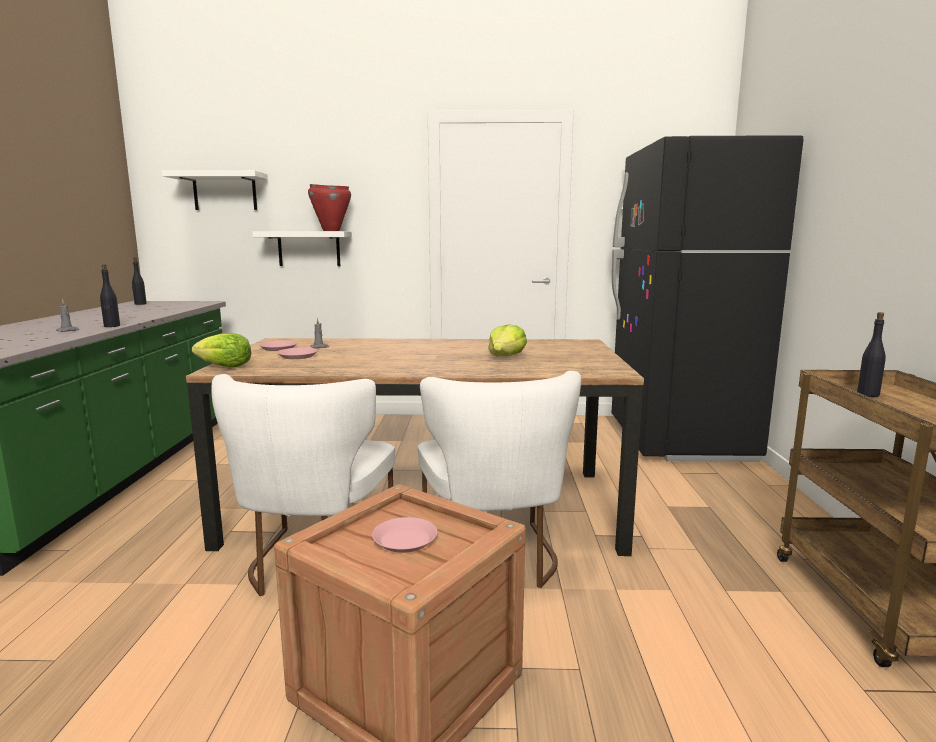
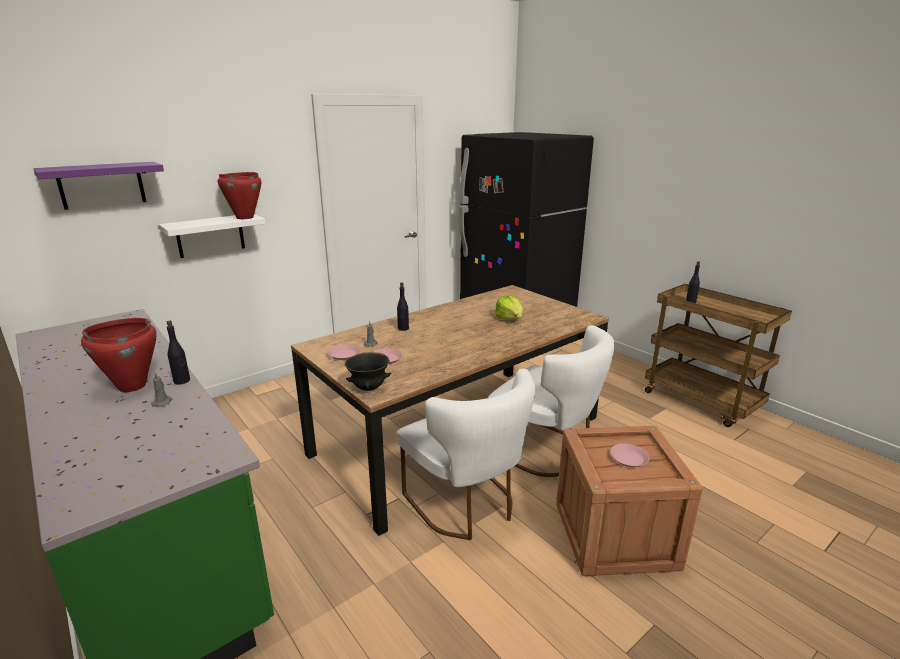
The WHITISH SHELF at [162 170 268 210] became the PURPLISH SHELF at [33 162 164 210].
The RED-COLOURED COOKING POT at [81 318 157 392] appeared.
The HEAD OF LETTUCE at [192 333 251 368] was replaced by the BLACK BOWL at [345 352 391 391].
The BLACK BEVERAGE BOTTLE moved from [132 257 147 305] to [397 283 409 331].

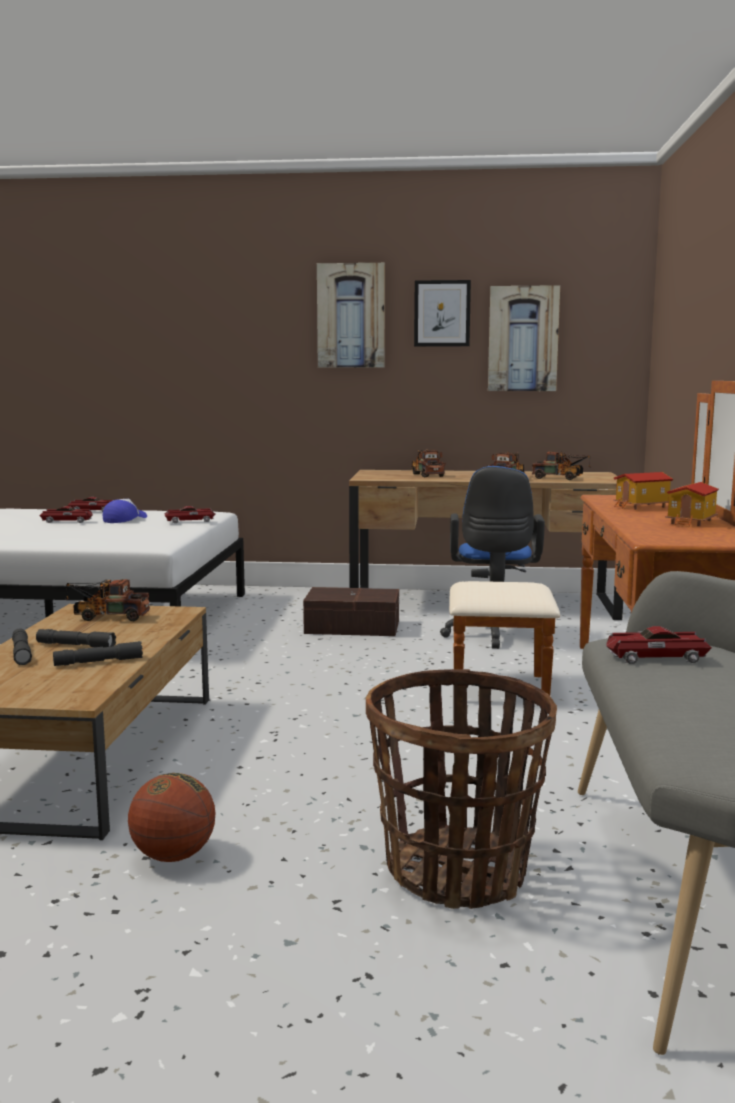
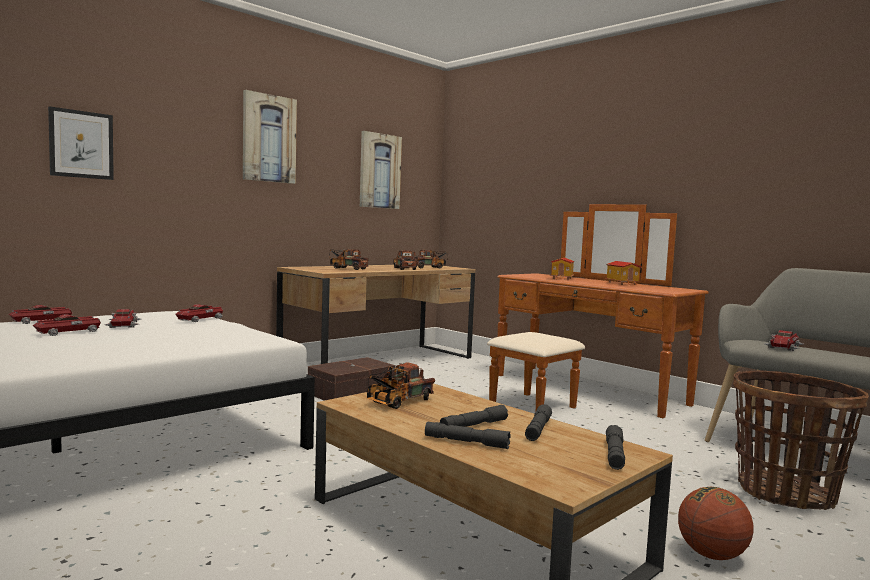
The WALL PICTURE moved from [414 280 471 347] to [48 106 114 180].
The CAP at [103 499 147 523] was replaced by the MINIATURE CAR at [105 309 141 328].
The GREY FLASHLIGHT at [606 425 625 470] appeared.
The BLUE-COLOURED COMPUTER CHAIR at [440 466 545 649] disappeared.

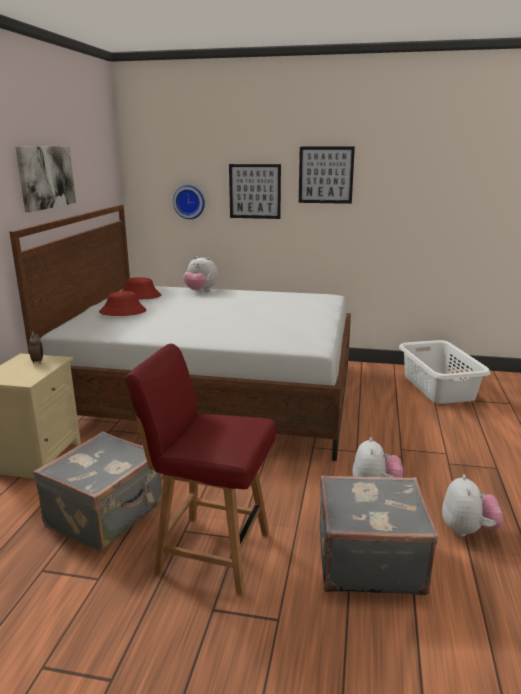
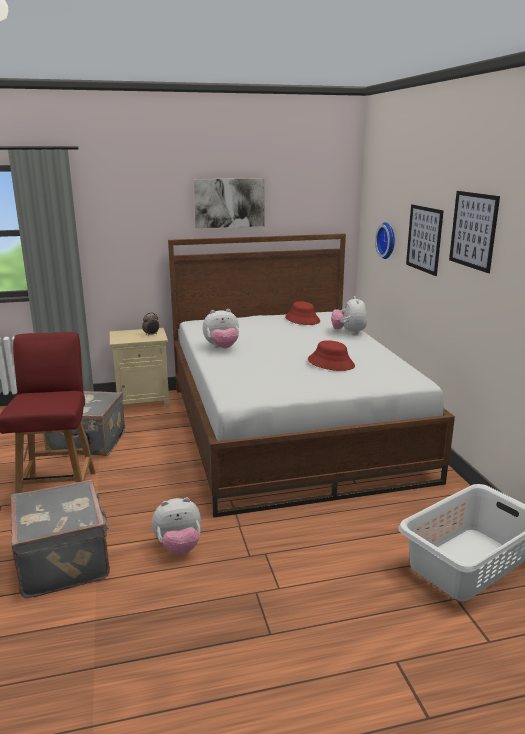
The PLUSH TOY moved from [442 474 503 537] to [203 309 239 348].
The RED-COLOURED CLOTHING HAT moved from [99 291 146 316] to [308 340 355 371].

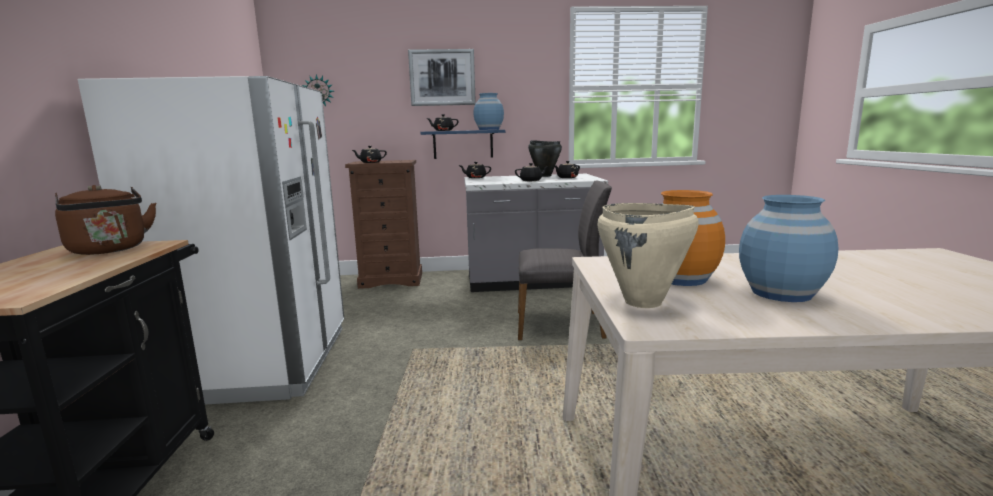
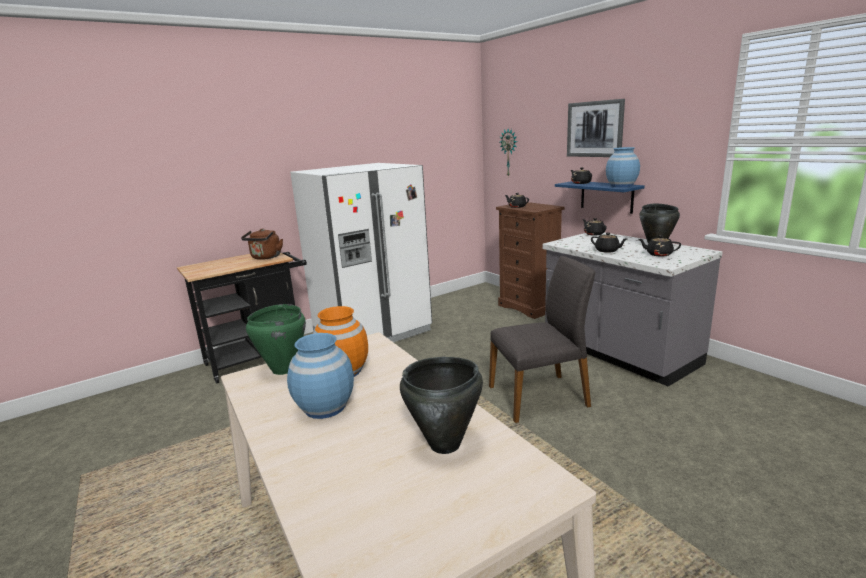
The SAND-COLOURED COOKING POT at [597 203 699 308] became the GREEN COOKING POT at [246 304 306 375].
The BLACK COOKING POT at [400 357 483 454] appeared.
The GREY PLAIN CHAIR at [518 181 612 340] turned 75 degrees counterclockwise.

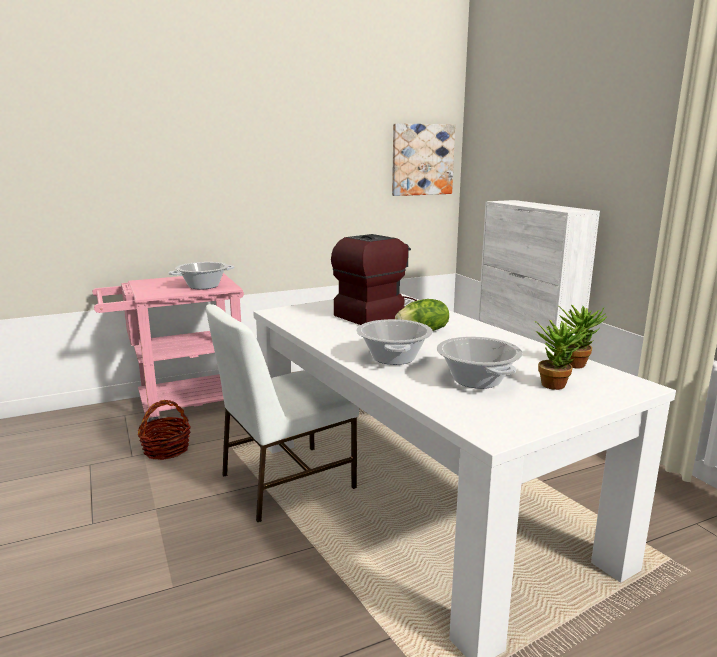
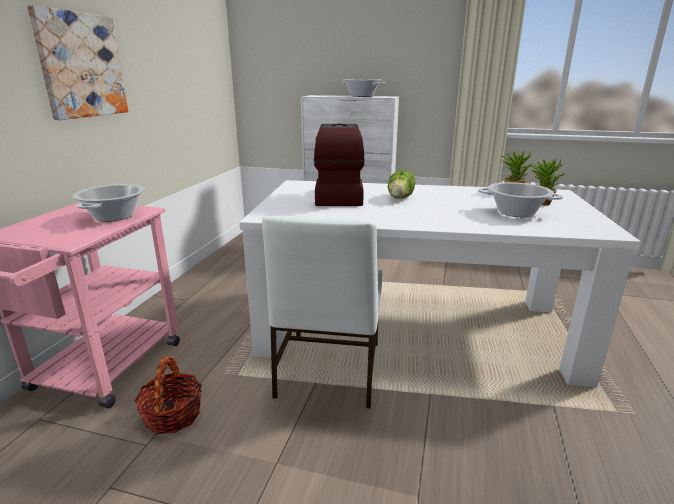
The WALL PICTURE moved from [392 123 455 196] to [27 5 128 120].
The COOKING POT moved from [356 319 433 365] to [341 79 385 97].

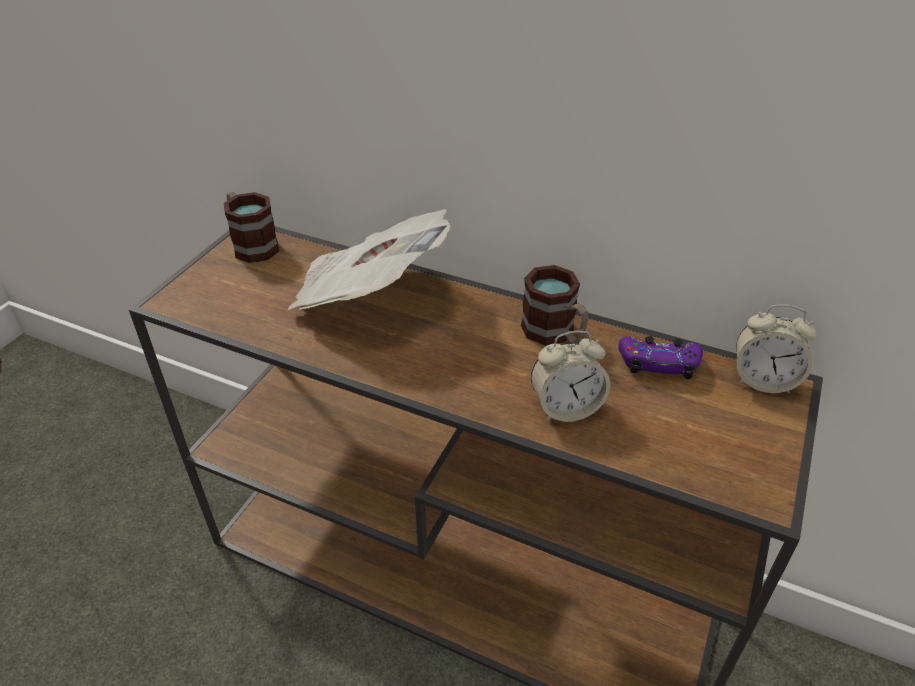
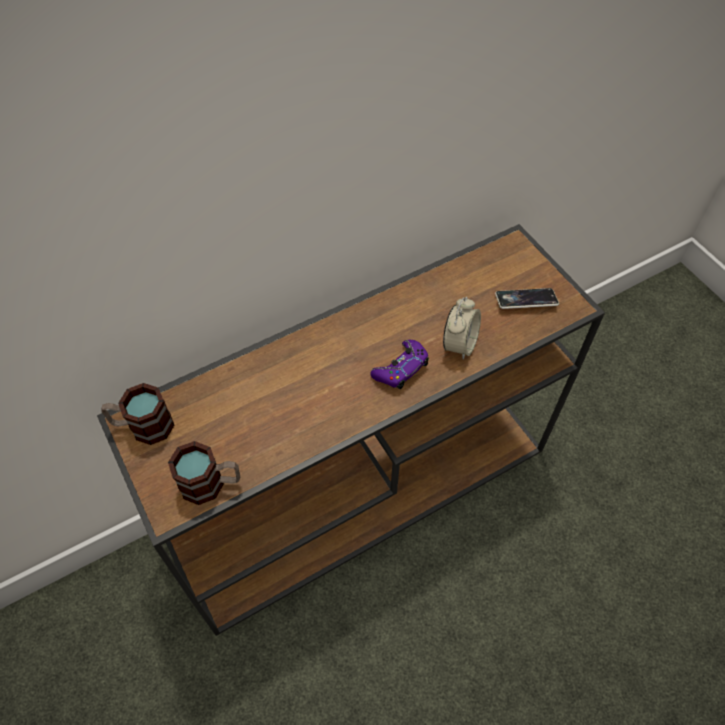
The COFFEE MUG moved from [521 265 589 345] to [168 441 240 505].
The PURPLISH JOYPAD moved from [618 336 703 379] to [370 340 429 389].
The PHONE at [495 288 559 309] appeared.
The DAILY PAPER at [287 209 450 310] disappeared.
The BEDSIDE CLOCK at [736 304 817 394] disappeared.

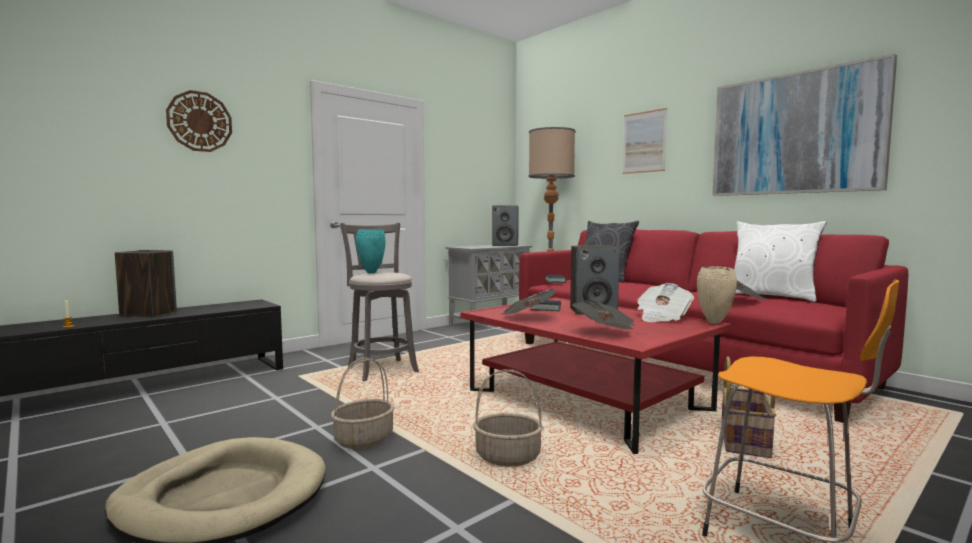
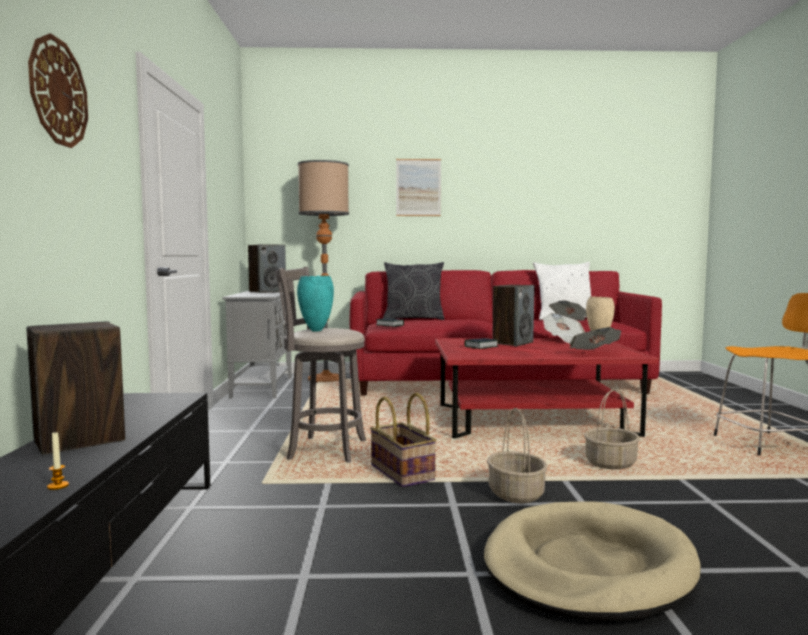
The STORAGE BASKET moved from [722 356 776 458] to [370 392 436 487].
The DAILY PAPER at [502 289 557 315] disappeared.
The WALL PICTURE at [712 53 897 196] disappeared.

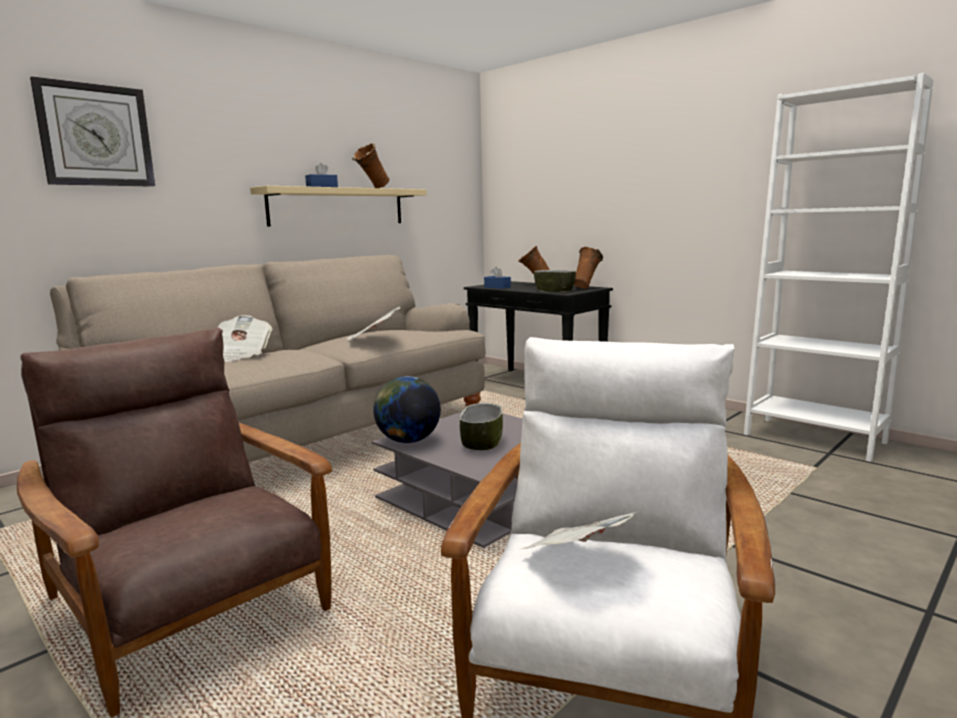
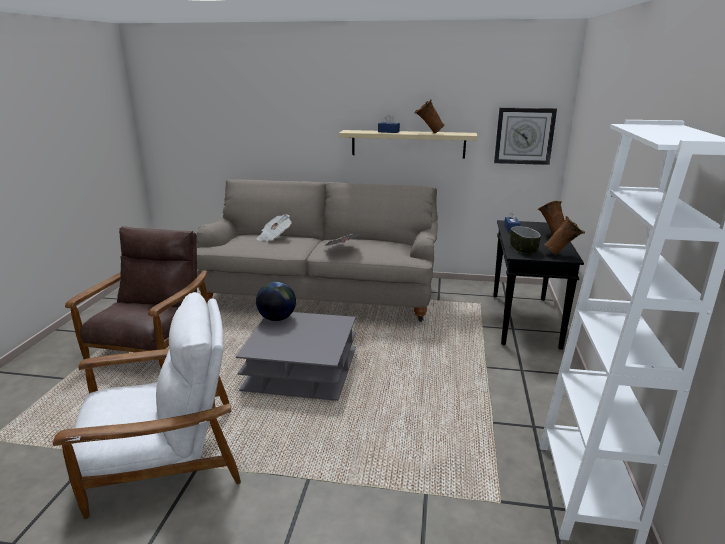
The CLOCK ON THE WALL moved from [30 76 155 187] to [494 108 557 165].
The BOWL at [460 403 503 450] disappeared.
The DAILY PAPER at [522 511 639 549] disappeared.

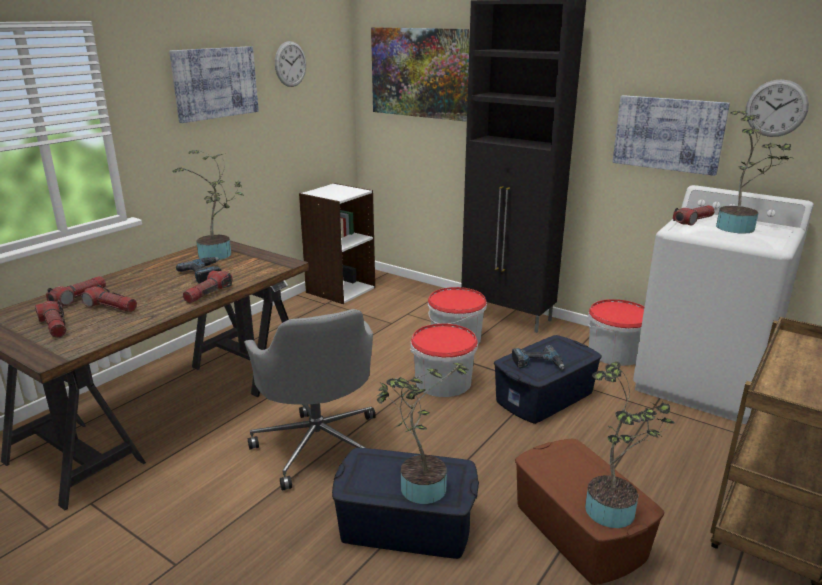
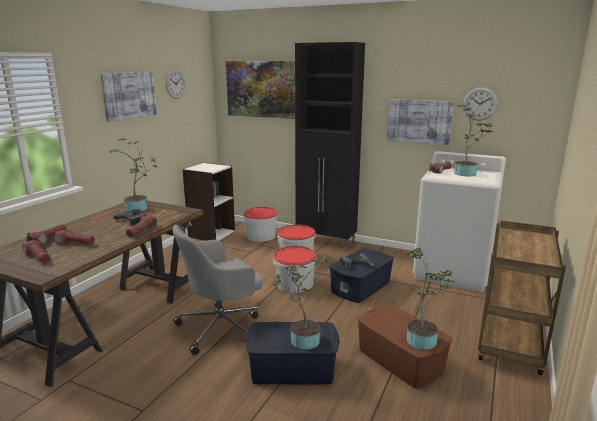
The GREY COMPUTER CHAIR at [244 309 376 491] turned 90 degrees clockwise.
The WATER BUCKET moved from [588 299 644 366] to [243 207 277 242].

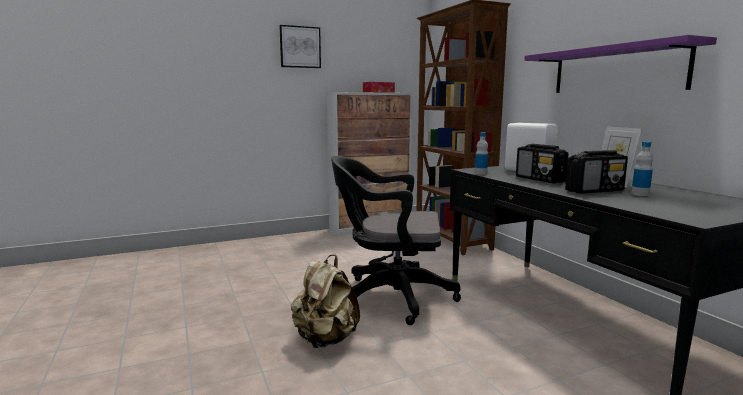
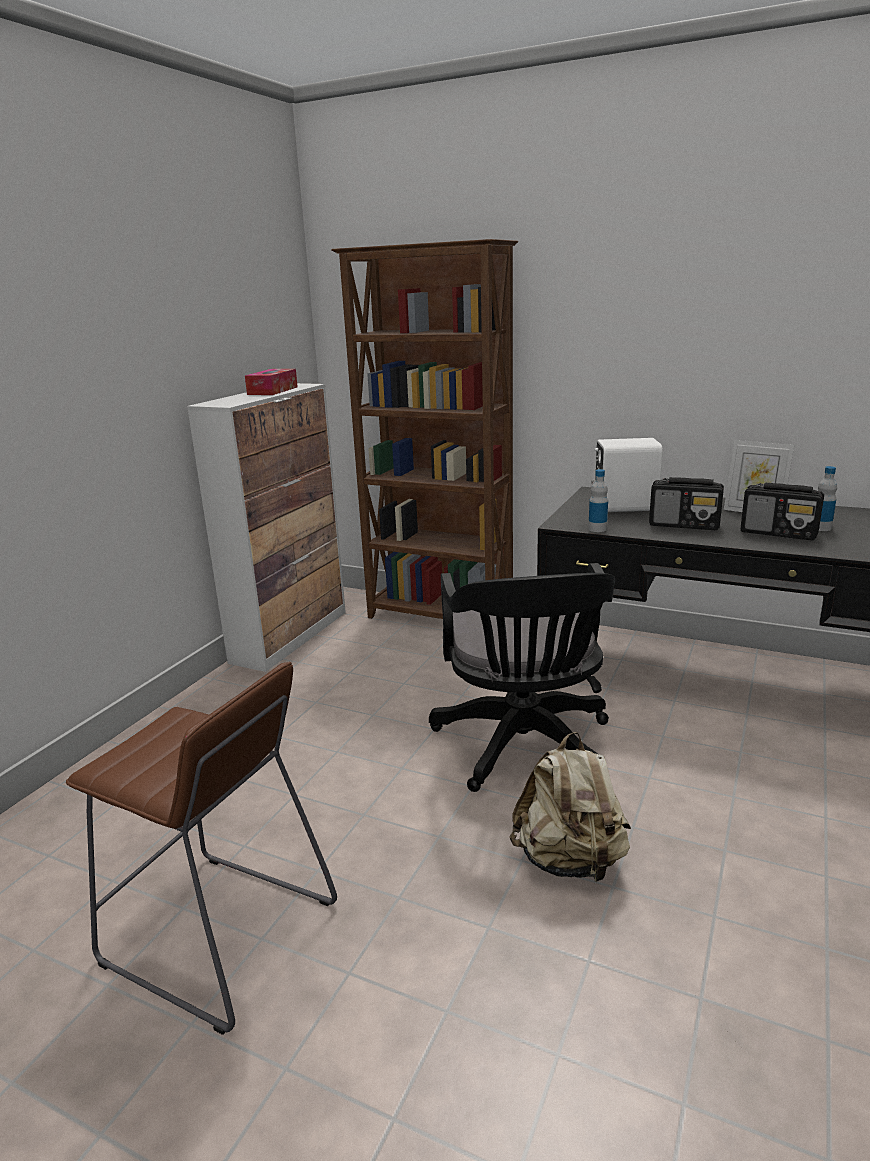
The BROWN-COLOURED STOOL at [66 662 337 1035] appeared.
The BLACK COMPUTER CHAIR at [331 156 461 325] turned 60 degrees counterclockwise.
The RADIO RECEIVER at [565 150 628 194] turned 90 degrees clockwise.
The WALL PICTURE at [279 25 321 68] disappeared.
The PURPLISH SHELF at [524 35 717 93] disappeared.

